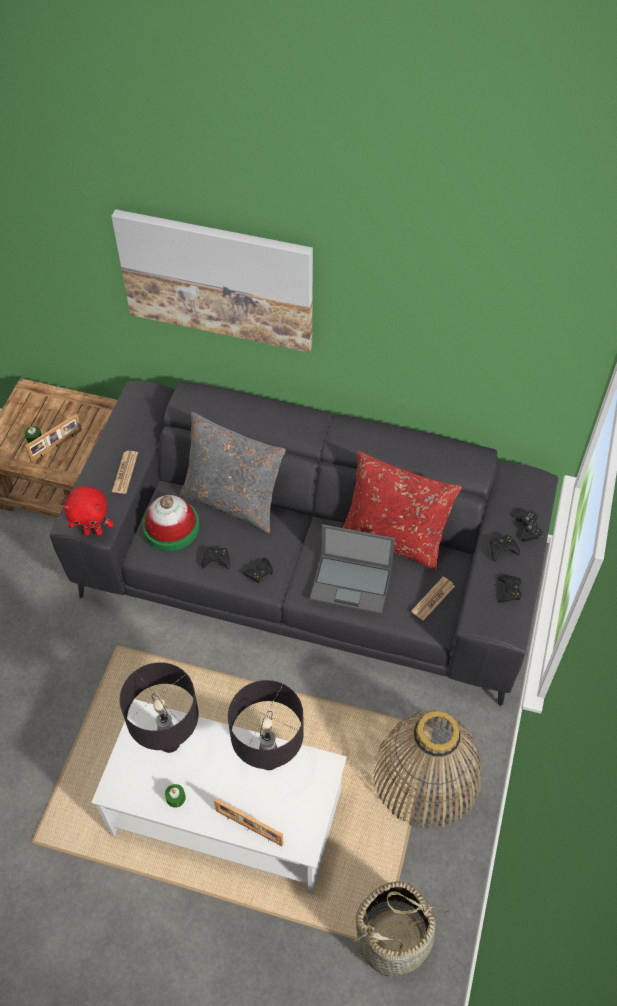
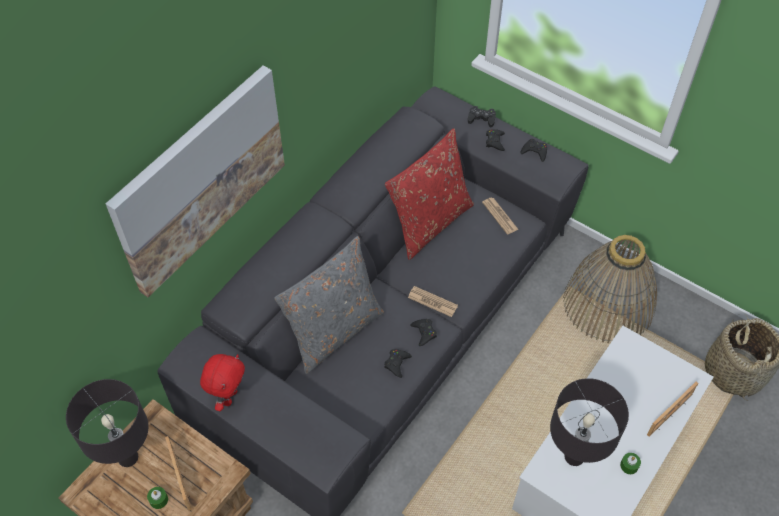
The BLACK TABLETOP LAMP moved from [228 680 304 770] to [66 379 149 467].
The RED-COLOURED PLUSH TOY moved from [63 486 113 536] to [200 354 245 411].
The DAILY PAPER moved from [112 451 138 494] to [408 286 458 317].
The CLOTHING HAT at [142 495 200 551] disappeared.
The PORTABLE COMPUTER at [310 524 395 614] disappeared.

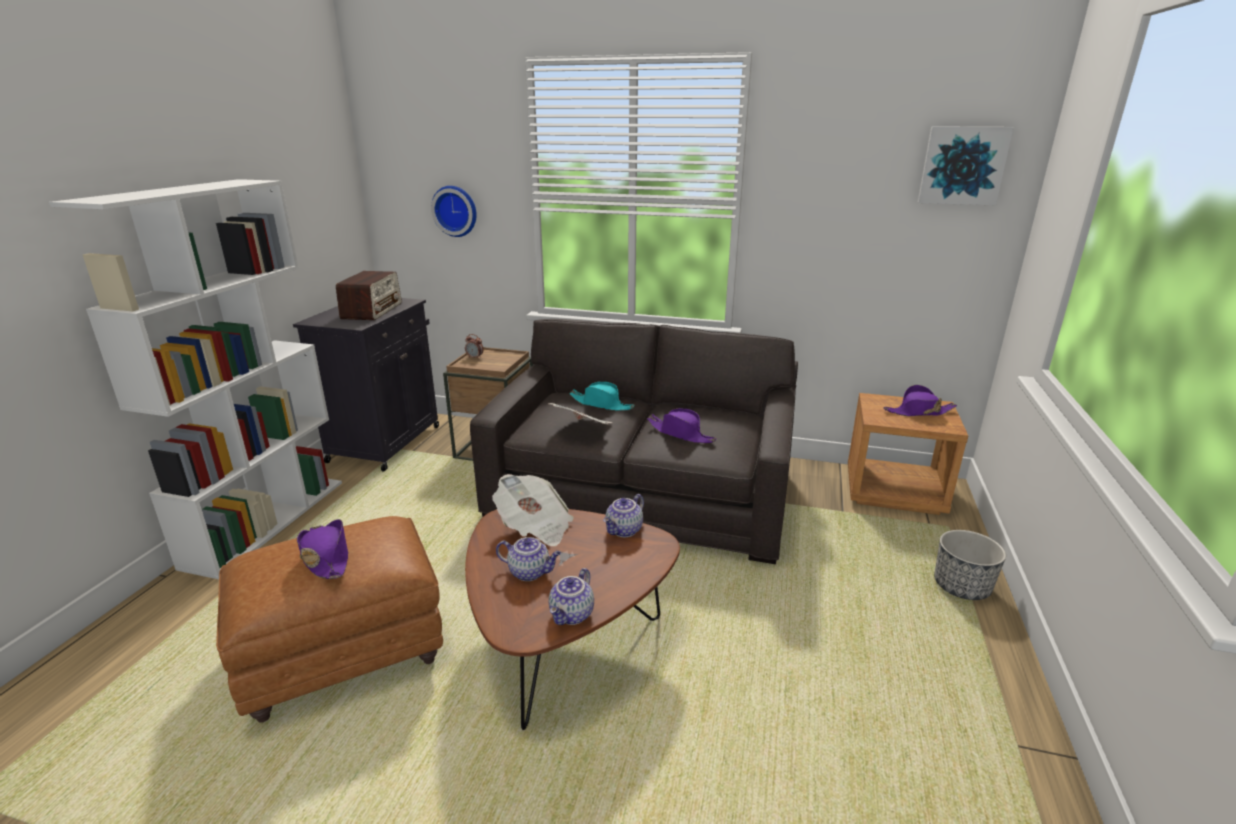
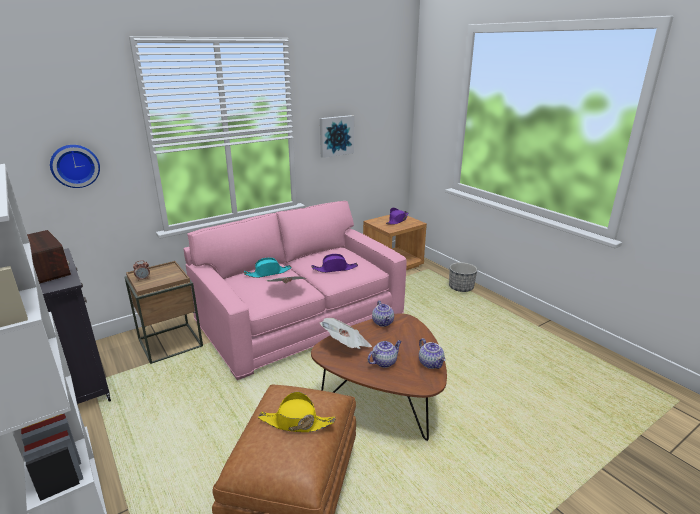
The GREY COUCH at [470 319 798 564] became the PINKISH COUCH at [183 201 407 380].
The PURPLISH CLOTHING HAT at [297 519 348 579] became the YELLOWISH CLOTHING HAT at [258 392 336 432].
The WALL PICTURE moved from [918 126 1014 205] to [320 115 354 158].

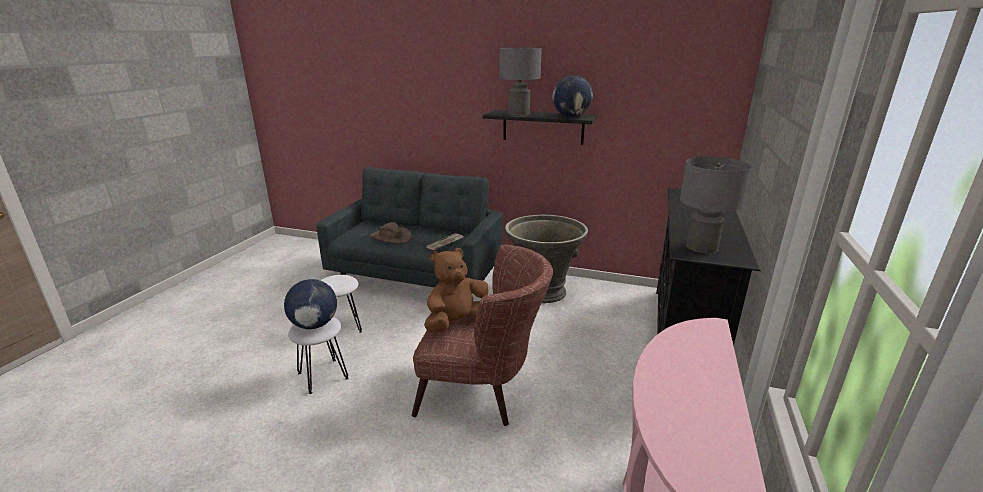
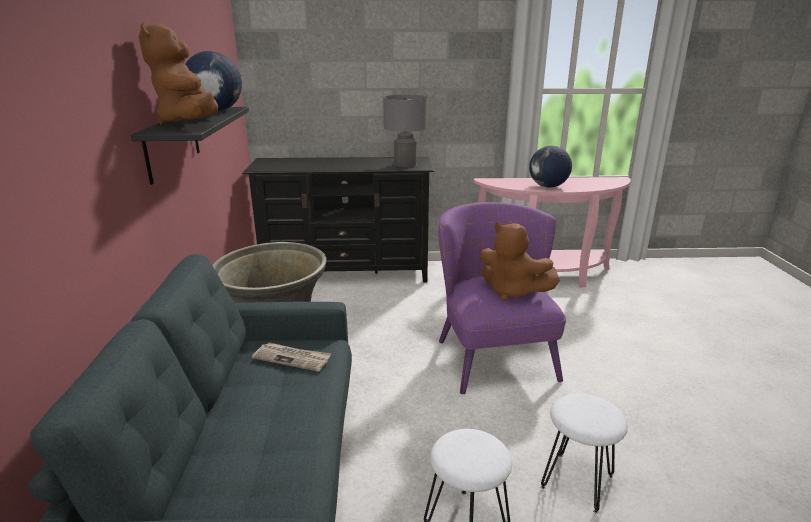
The GREY TABLETOP LAMP at [499 48 542 116] was replaced by the BROWN-COLOURED PLUSH TOY at [139 21 218 125].
The BROWN-COLOURED ARMCHAIR at [412 245 553 426] became the PURPLISH ARMCHAIR at [438 202 566 394].
The WORLD GLOBE moved from [284 279 337 329] to [529 146 572 188].
The BROWN-COLOURED CLOTHING HAT at [370 222 412 244] disappeared.

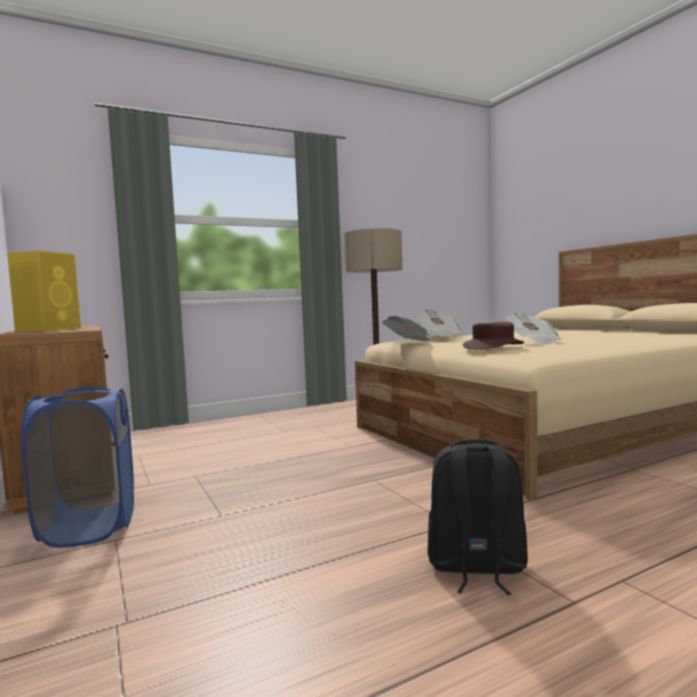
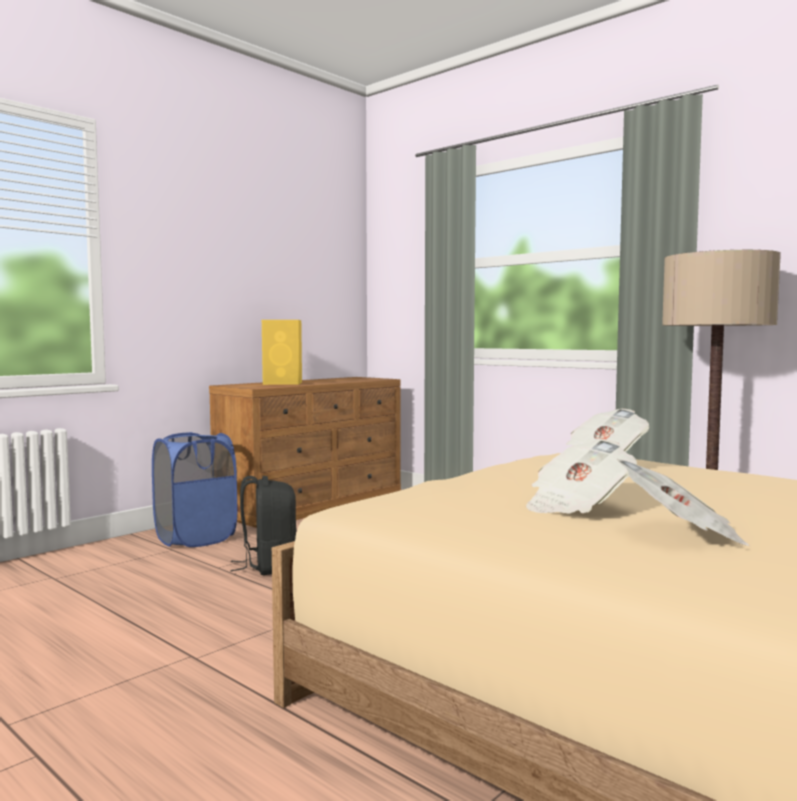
The BLACK BACKPACK moved from [427 439 528 595] to [230 476 296 575].
The DAILY PAPER moved from [382 316 430 341] to [616 459 749 546].
The BROWN-COLOURED CLOTHING HAT at [463 322 524 350] disappeared.

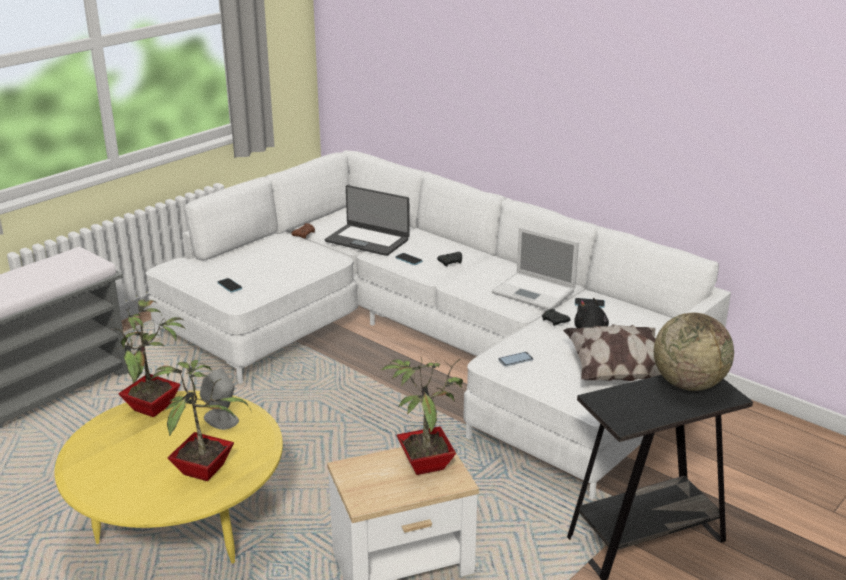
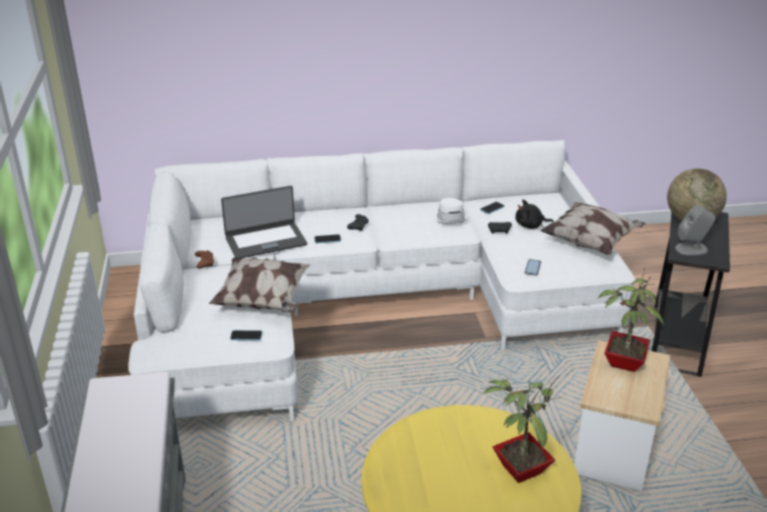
The THROW PILLOW at [209 257 311 313] appeared.
The PORTABLE COMPUTER at [492 227 579 310] was replaced by the WHITISH CLOTHING HAT at [433 198 468 224].
The GREY AUDIO SPEAKER moved from [200 368 239 430] to [675 205 716 255].
The PLANT IN A POT at [114 299 186 417] disappeared.

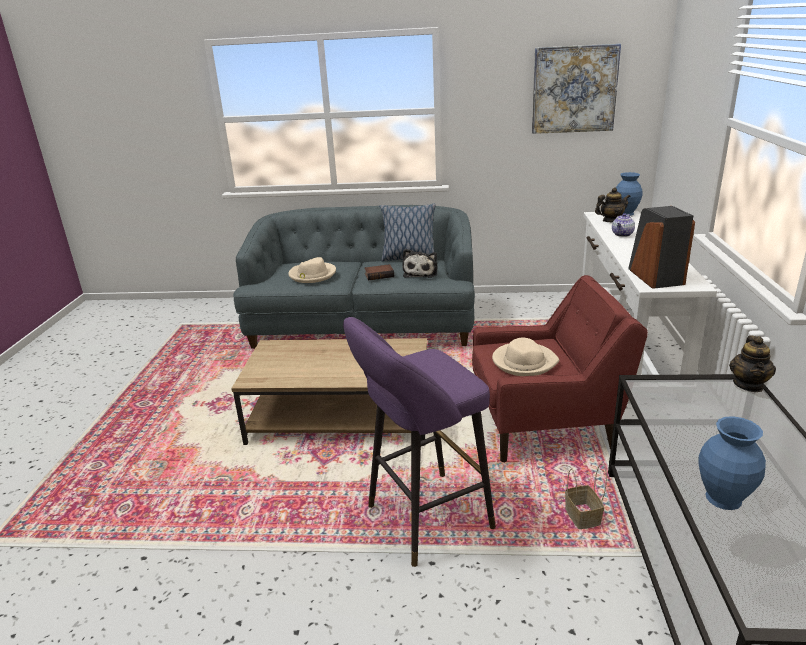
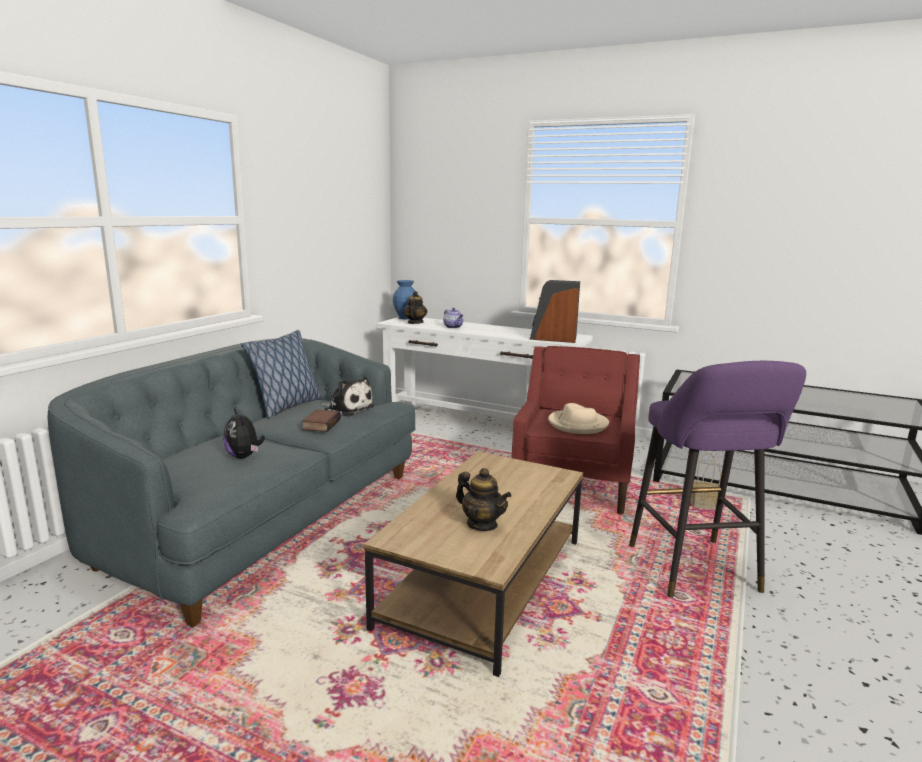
The SAND-COLOURED CLOTHING HAT at [288 257 336 283] was replaced by the PLUSH TOY at [224 408 265 459].
The TEA POT moved from [729 335 776 392] to [456 468 511 531].
The WALL PICTURE at [532 43 621 134] disappeared.
The BLUE-COLOURED VASE at [699 416 766 510] disappeared.

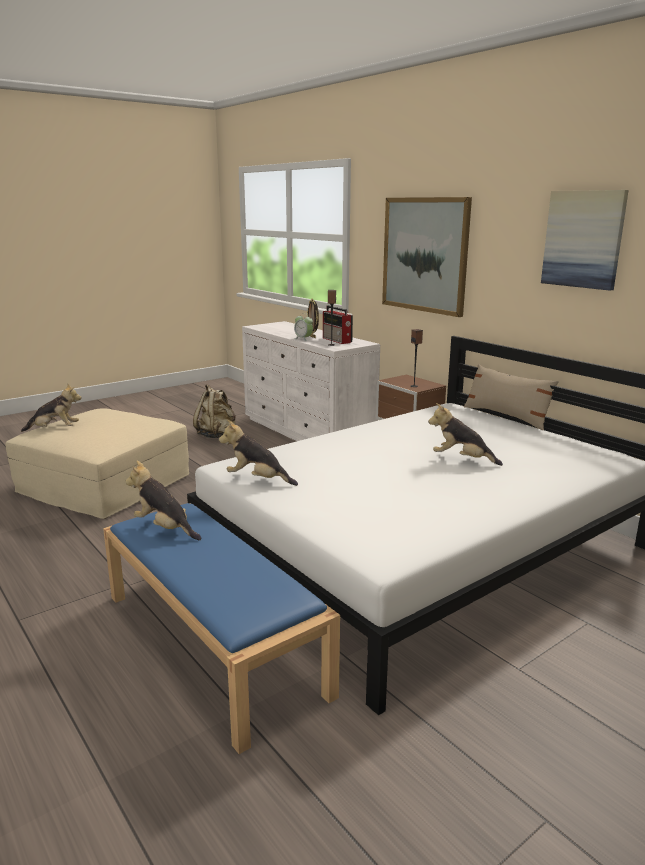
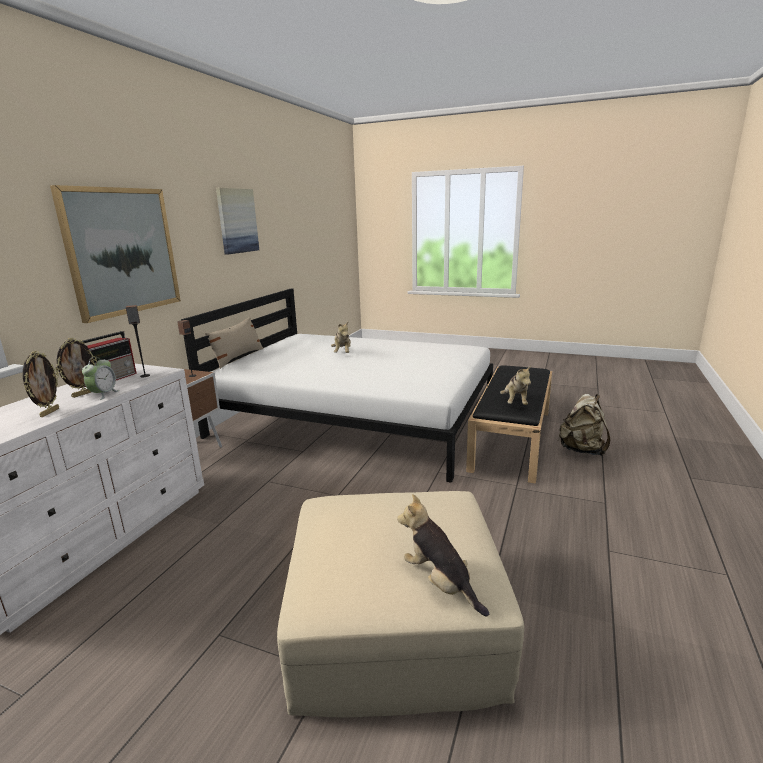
The STANDING FRAME at [23 351 59 417] appeared.
The BLUE-COLOURED INDOOR BENCH at [103 503 340 754] became the BLACK INDOOR BENCH at [466 365 552 484].
The SAND-COLOURED BACKPACK moved from [193 384 236 438] to [558 394 610 456].
The PLUSH TOY at [219 420 298 486] disappeared.

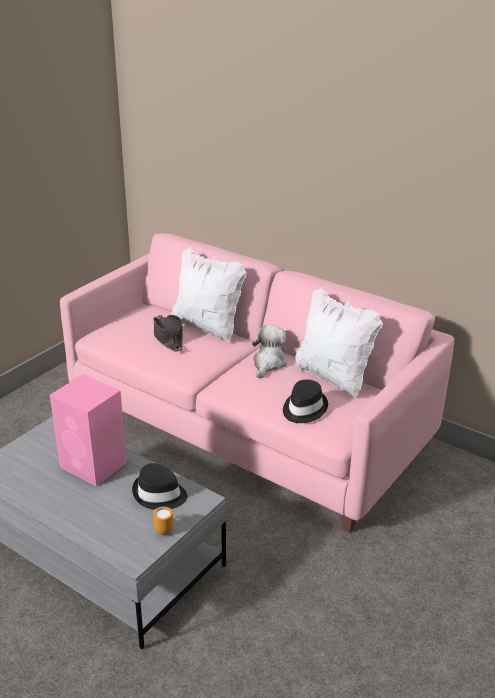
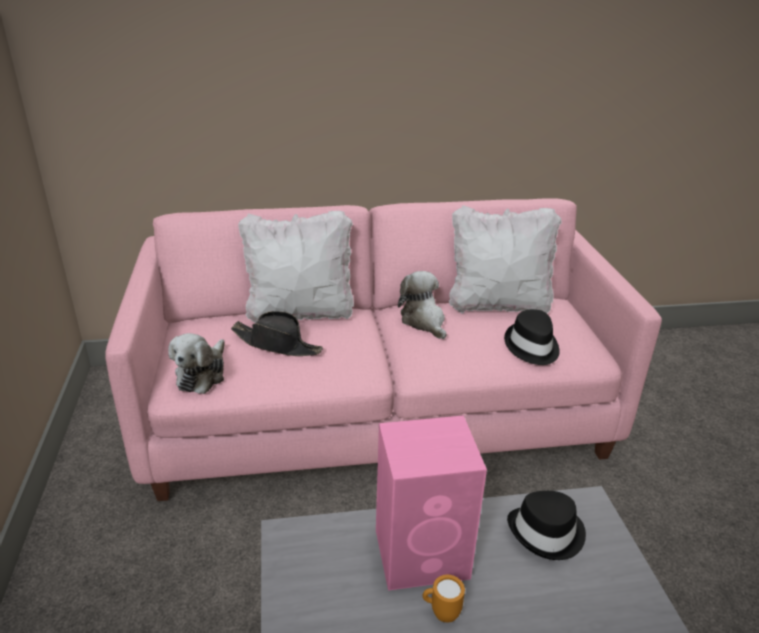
The PLUSH TOY at [168 333 225 394] appeared.
The ORANGE COFFEE MUG moved from [153 507 173 535] to [422 575 465 622].

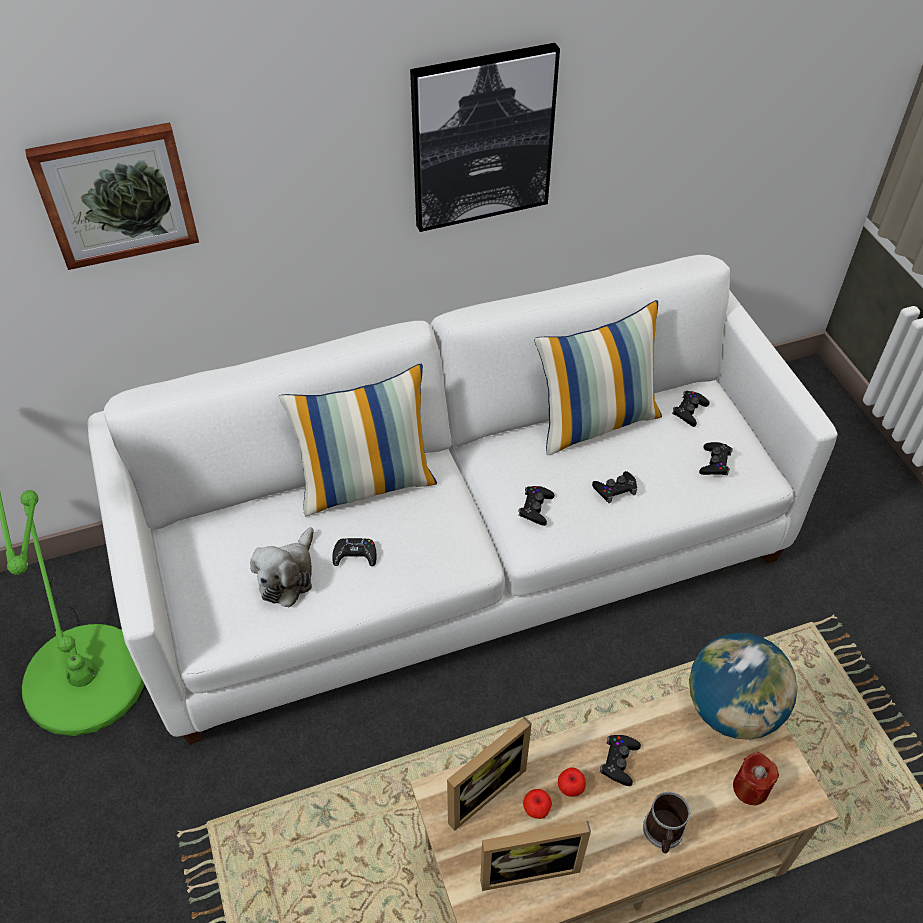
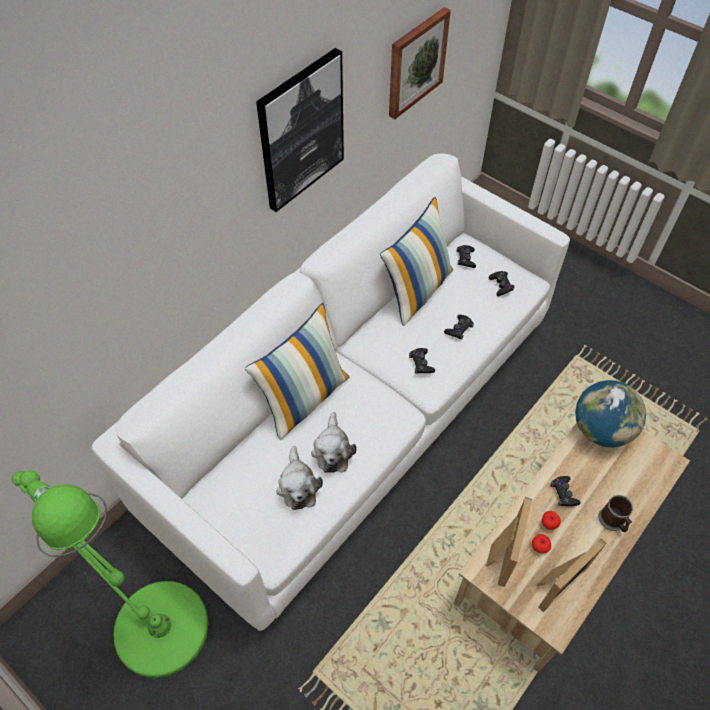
The BLACK JOYPAD at [332 538 376 566] was replaced by the PLUSH TOY at [311 412 357 473].
The WALL PICTURE moved from [25 122 199 270] to [389 7 451 119].
The RED-COLOURED WAX LIGHT at [733 752 779 805] disappeared.

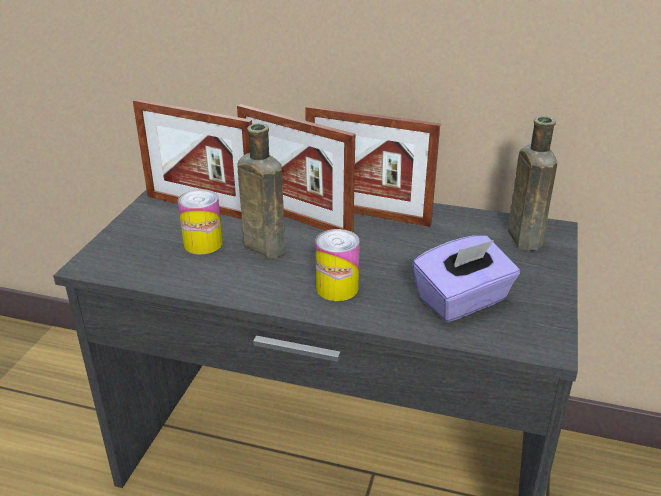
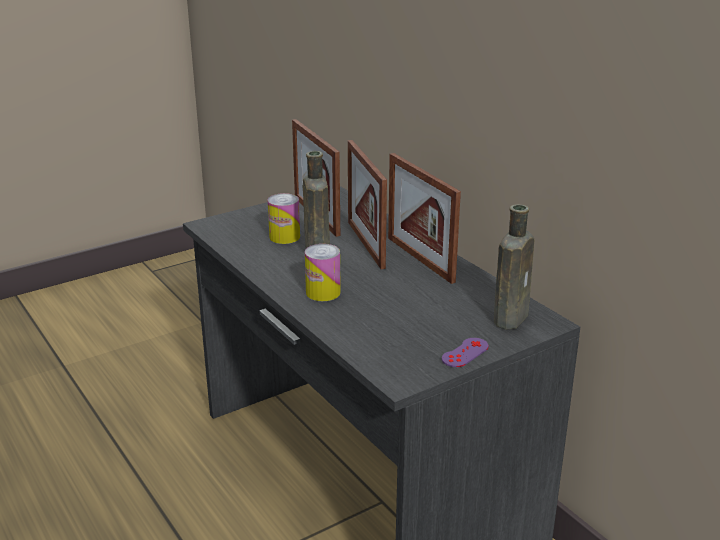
The PURPLISH JOYPAD at [442 338 489 367] appeared.
The PURPLISH BOX OF TISSUES at [412 235 520 322] disappeared.

